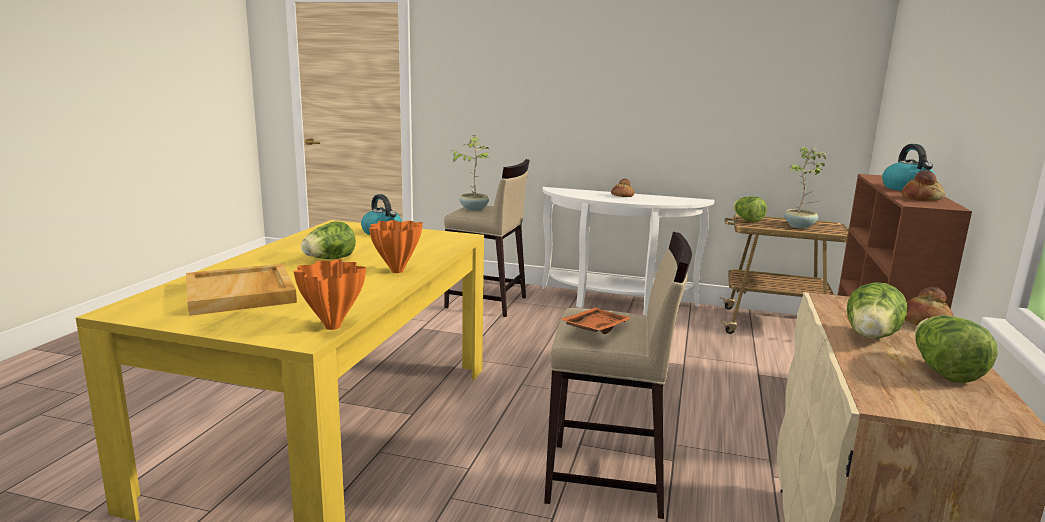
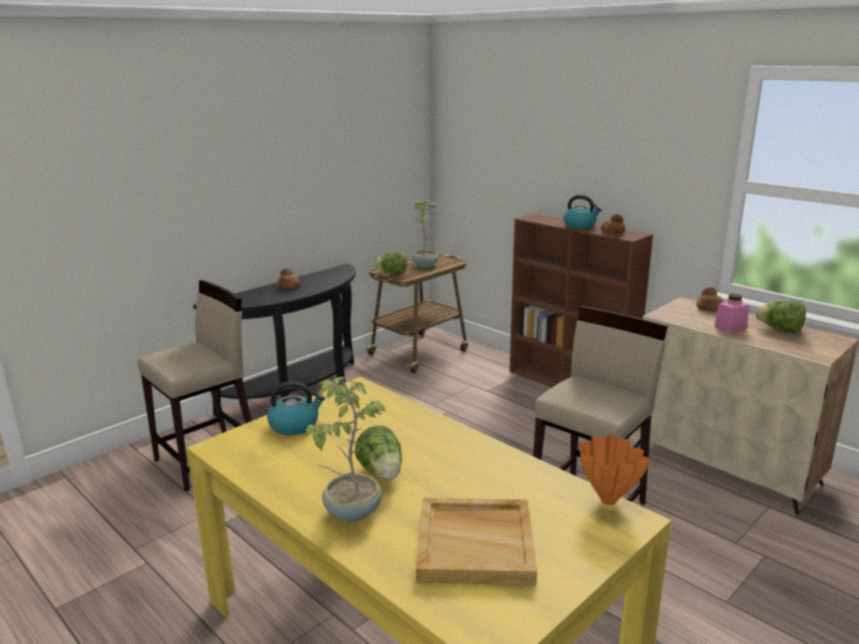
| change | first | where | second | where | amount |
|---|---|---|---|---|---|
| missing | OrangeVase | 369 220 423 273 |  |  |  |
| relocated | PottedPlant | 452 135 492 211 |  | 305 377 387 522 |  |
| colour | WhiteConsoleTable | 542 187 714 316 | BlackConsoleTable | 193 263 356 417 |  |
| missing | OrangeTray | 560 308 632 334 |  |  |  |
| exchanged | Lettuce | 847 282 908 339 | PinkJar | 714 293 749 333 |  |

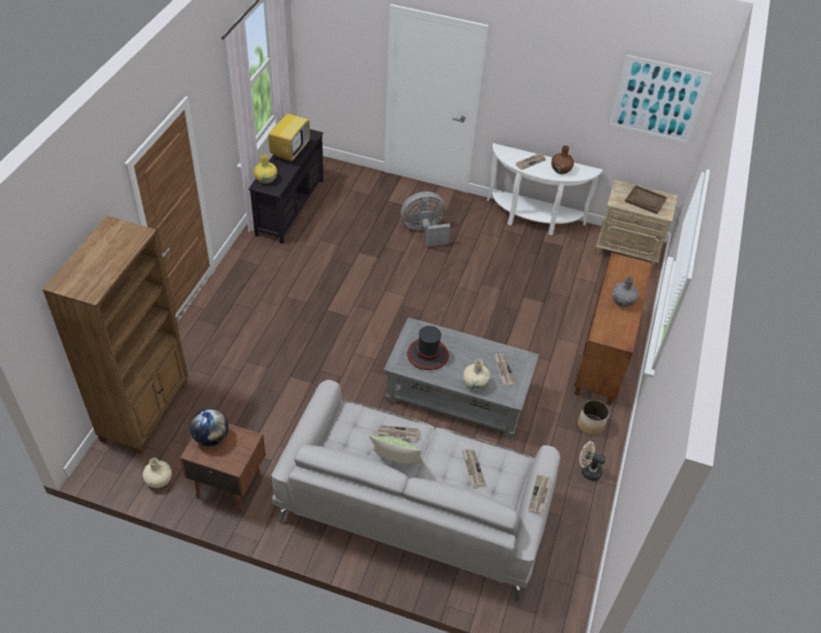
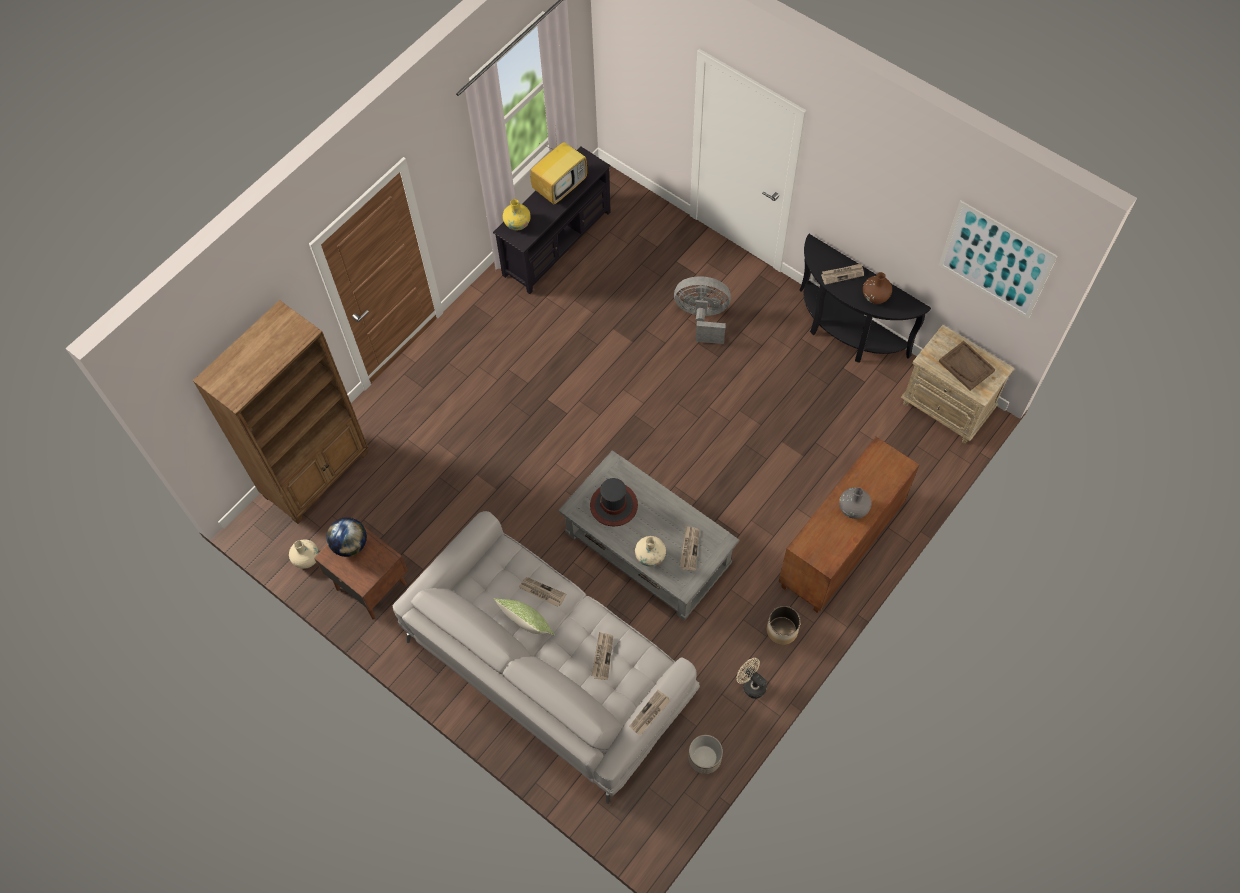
| change | first | where | second | where | amount |
|---|---|---|---|---|---|
| colour | WhiteConsoleTable | 487 143 603 235 | BlackConsoleTable | 799 234 931 363 |  |
| appeared |  |  | Planter | 688 735 723 774 |  |

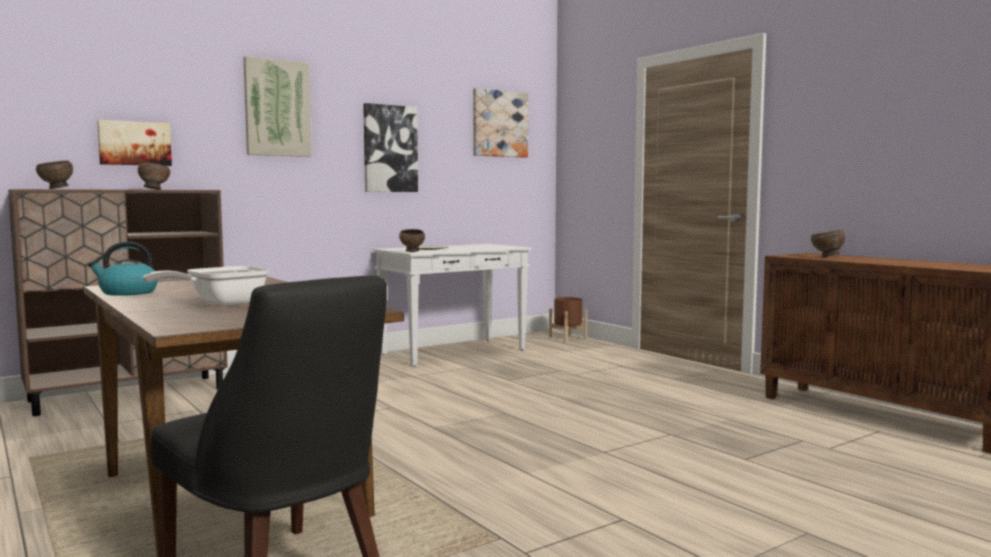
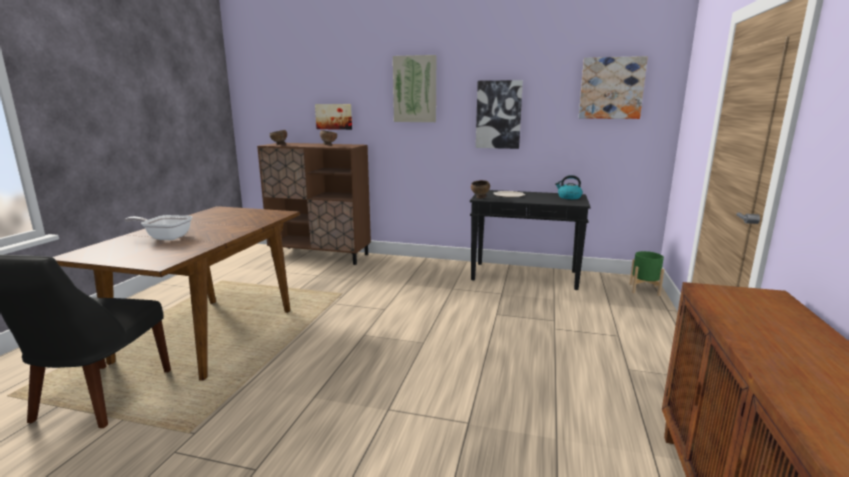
| change | first | where | second | where | amount |
|---|---|---|---|---|---|
| relocated | Kettle | 88 241 158 296 |  | 555 175 583 199 |  |
| colour | WhiteConsoleTable | 373 244 531 366 | BlackConsoleTable | 470 190 591 290 |  |
| colour | BrownPlanter | 549 297 587 342 | GreenPlanter | 630 251 664 296 |  |
| missing | BrownBowl | 811 230 845 258 |  |  |  |

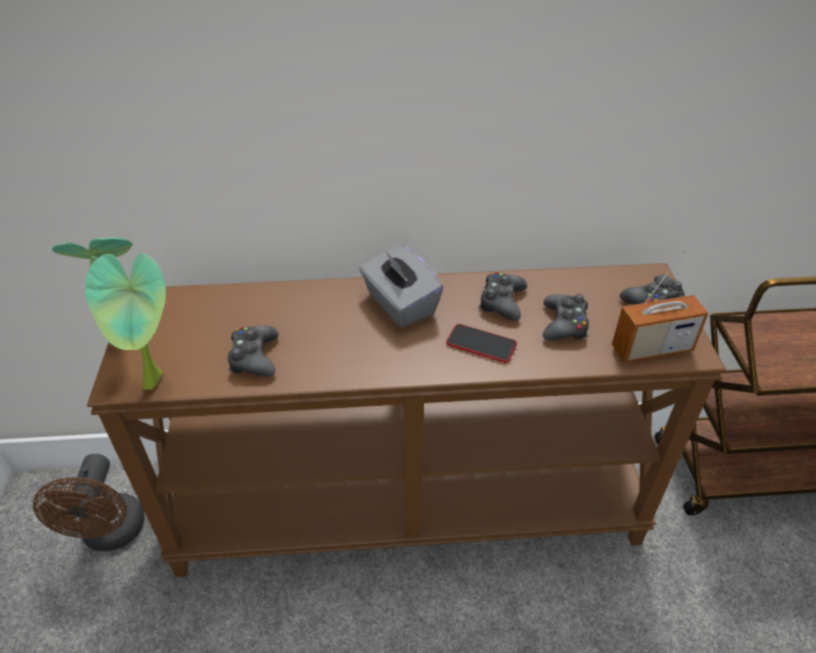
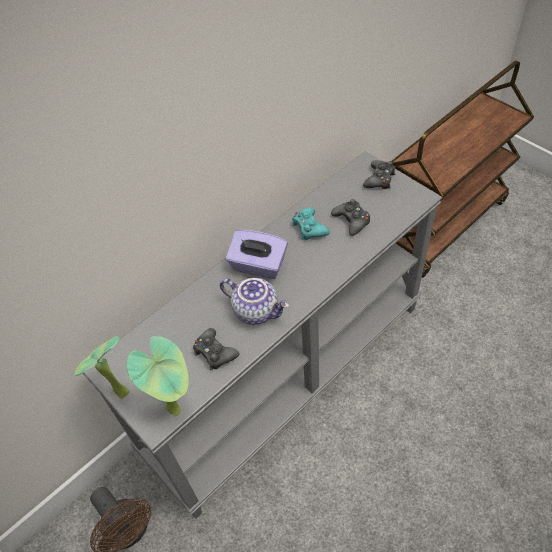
| change | first | where | second | where | amount |
|---|---|---|---|---|---|
| colour | BrownConsoleTable | 87 263 726 577 | GreyConsoleTable | 83 151 442 519 |  |
| colour | GreyTissueBox | 360 244 443 327 | PurpleTissueBox | 226 230 288 279 |  |
| missing | Phone | 446 324 517 363 |  |  |  |
| colour | BlackGameController | 479 272 527 321 | TurquoiseGameController | 292 207 330 240 |  |
| missing | Radio | 612 248 708 363 |  |  |  |
| appeared |  |  | Teapot | 220 278 289 325 |  |

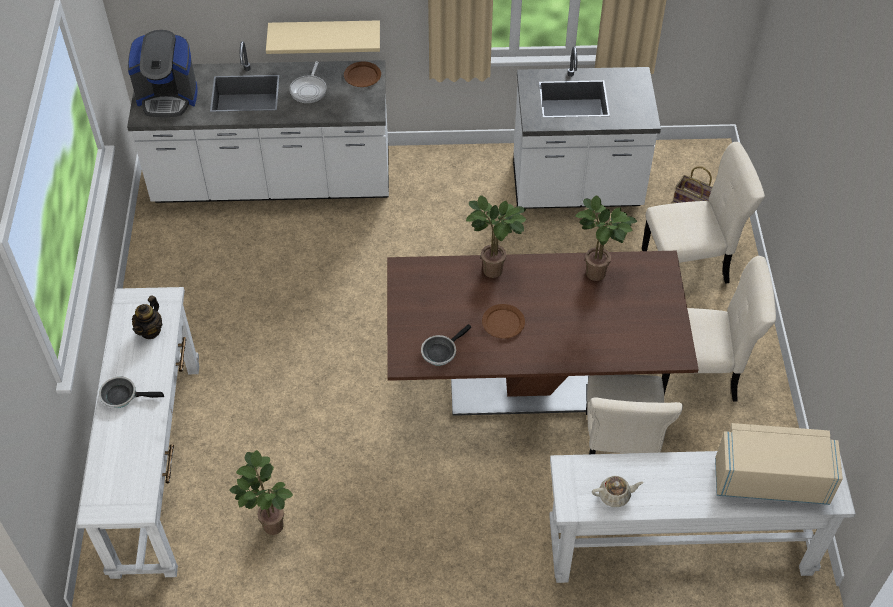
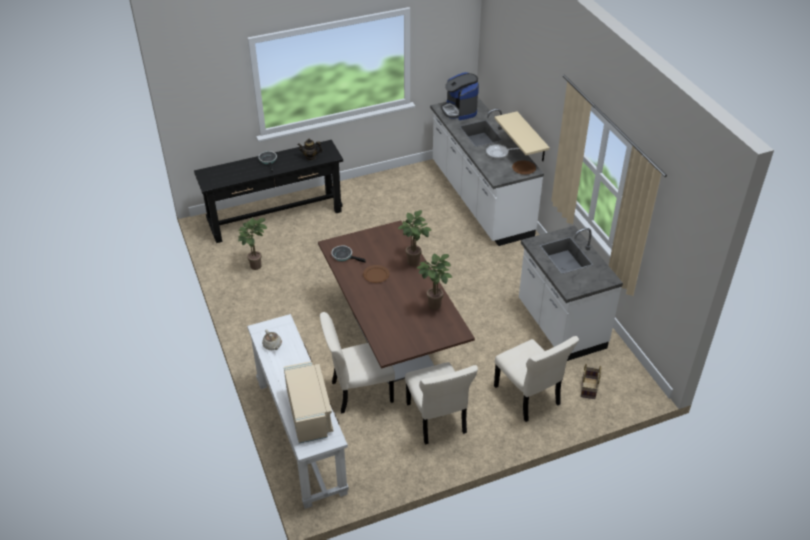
| change | first | where | second | where | amount |
|---|---|---|---|---|---|
| colour | WhiteConsoleTable | 77 287 199 579 | BlackConsoleTable | 194 140 343 243 |  |

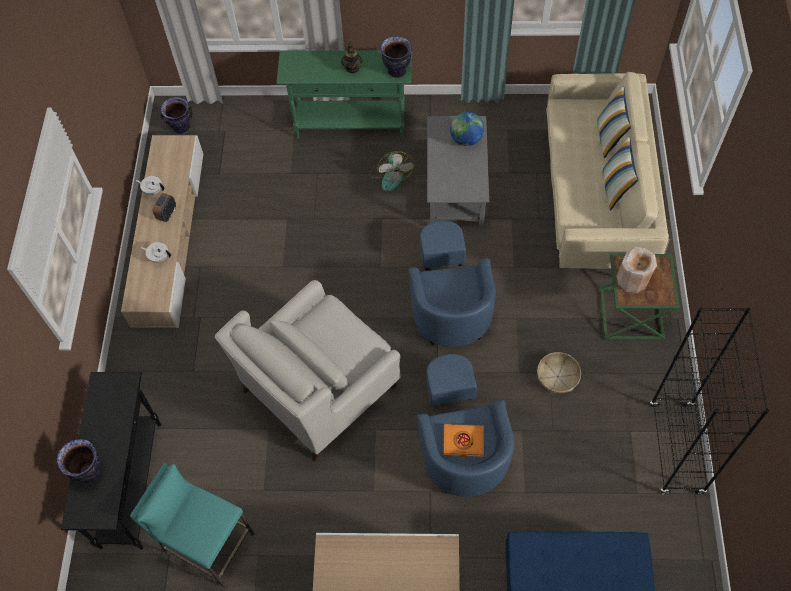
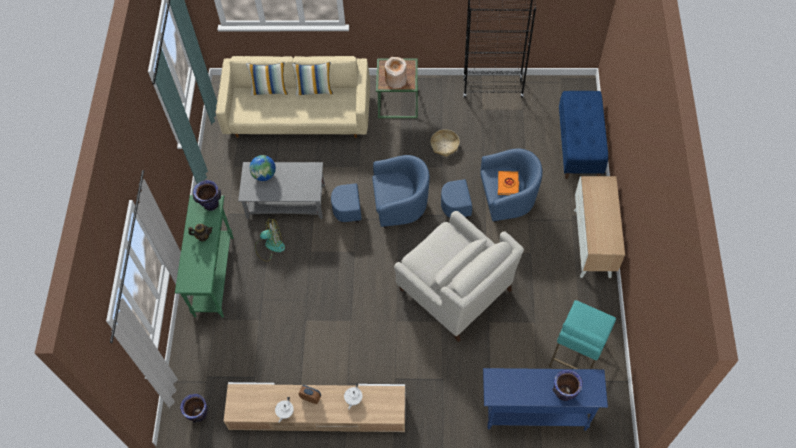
| change | first | where | second | where | amount |
|---|---|---|---|---|---|
| colour | BlackConsoleTable | 61 372 161 550 | BlueConsoleTable | 483 368 608 431 |  |

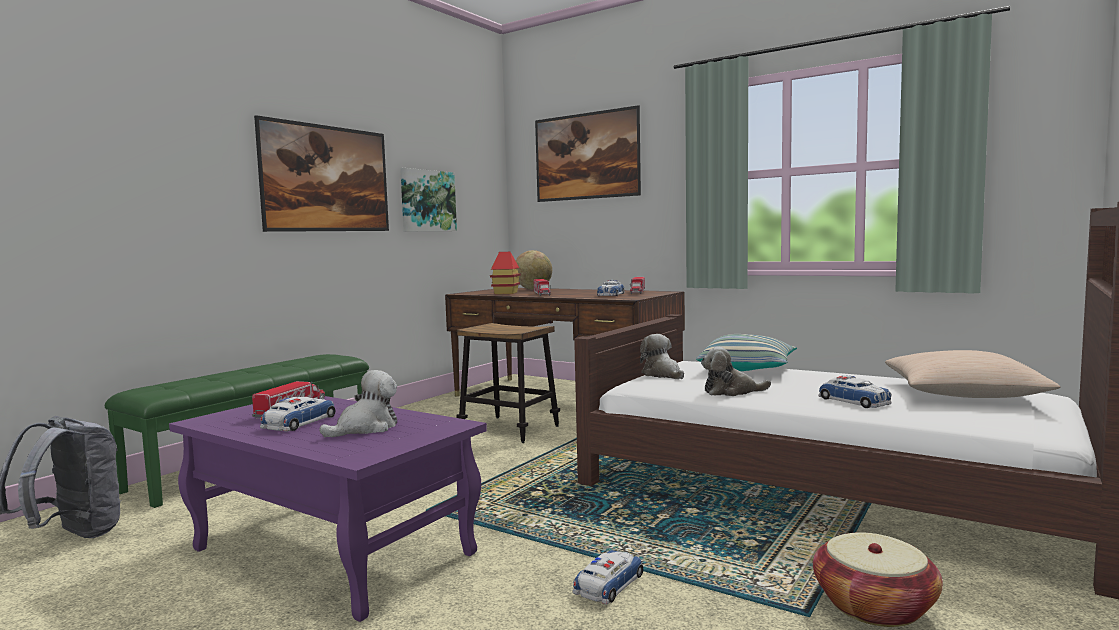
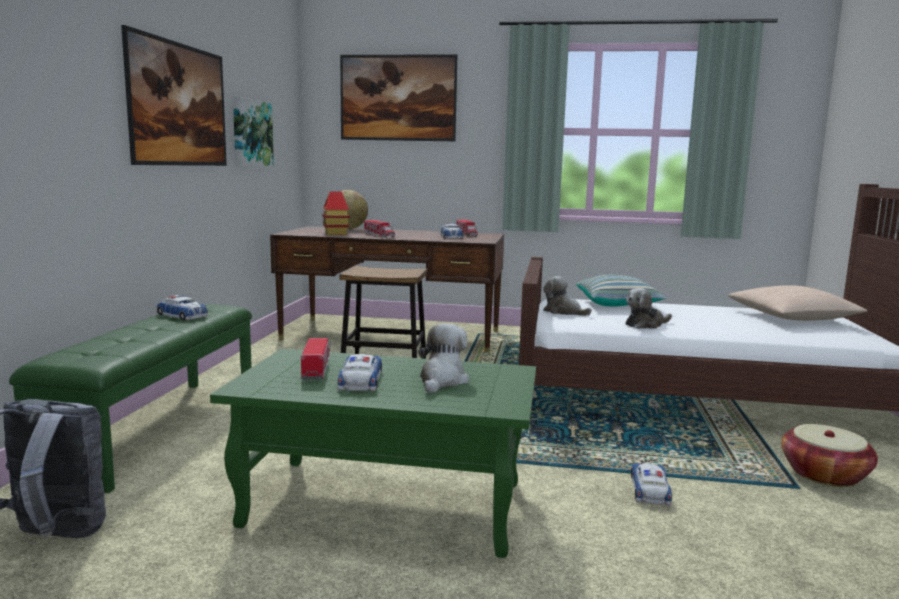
| change | first | where | second | where | amount |
|---|---|---|---|---|---|
| colour | PurpleCoffeeTable | 169 396 487 622 | GreenCoffeeTable | 210 349 536 558 |  |
| relocated | ToyCar | 818 375 892 408 |  | 156 295 208 321 |  |

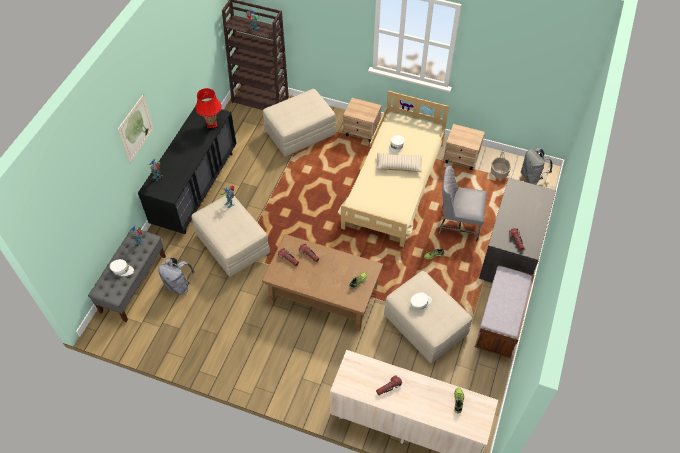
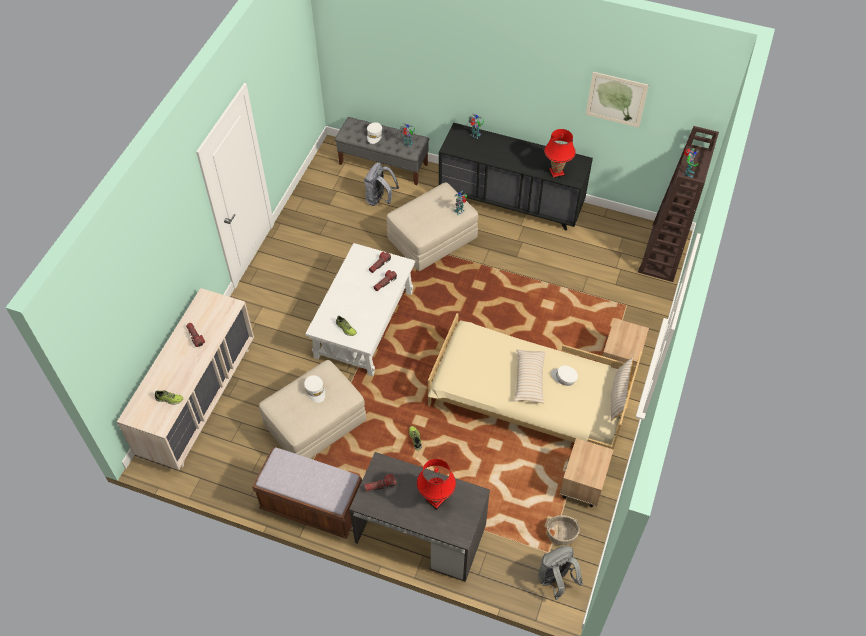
| change | first | where | second | where | amount |
|---|---|---|---|---|---|
| relocated | Picture | 118 95 154 163 |  | 586 72 649 128 |  |
| colour | BrownCoffeeTable | 262 234 383 331 | WhiteCoffeeTable | 305 243 415 376 |  |
| missing | BeigeOttoman | 263 89 336 157 |  |  |  |
| missing | GreyChair | 438 166 487 241 |  |  |  |
| appeared |  |  | RedTableLamp | 417 459 456 510 |  |
| appeared |  |  | BeigePillow | 611 357 634 421 |  |

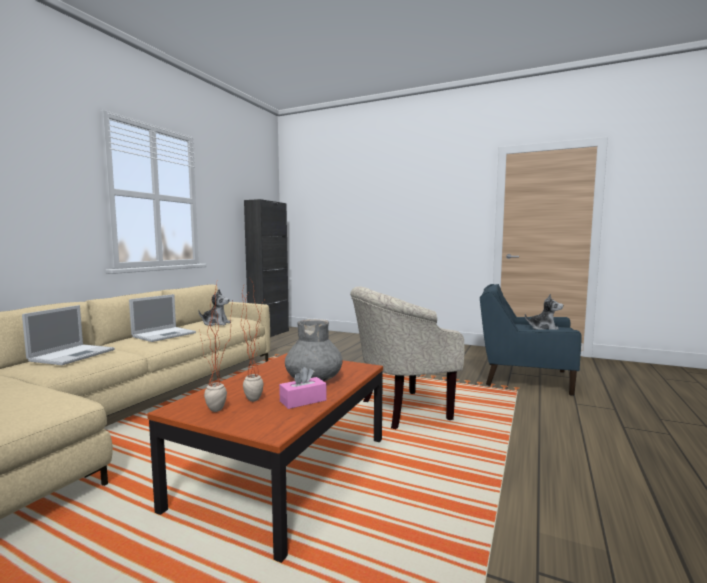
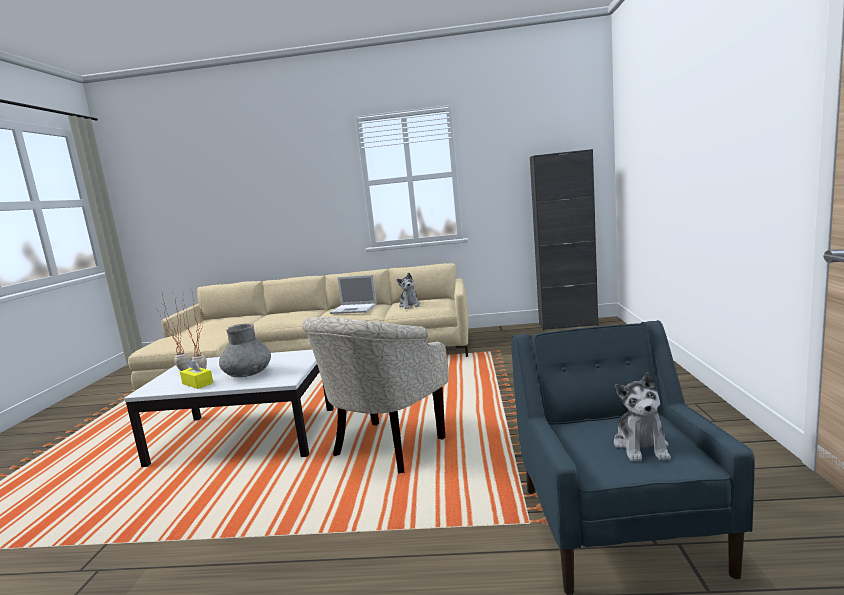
| change | first | where | second | where | amount |
|---|---|---|---|---|---|
| missing | Laptop | 22 305 115 365 |  |  |  |
| colour | BrownCoffeeTable | 147 353 383 563 | WhiteCoffeeTable | 124 350 334 467 |  |
| colour | PinkTissueBox | 279 367 327 409 | YellowTissueBox | 180 359 213 389 |  |
| spun | BeigeArmchair | 350 287 464 429 |  | 302 317 449 474 | 105 degrees counterclockwise |

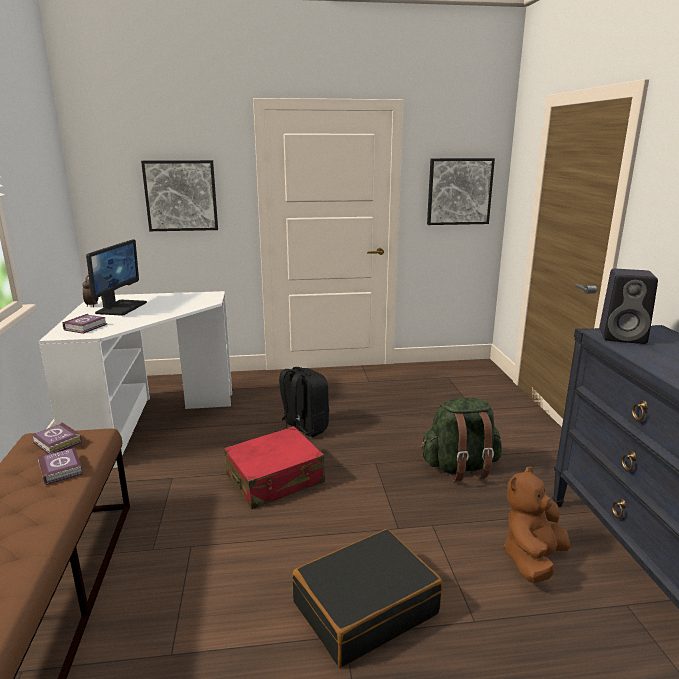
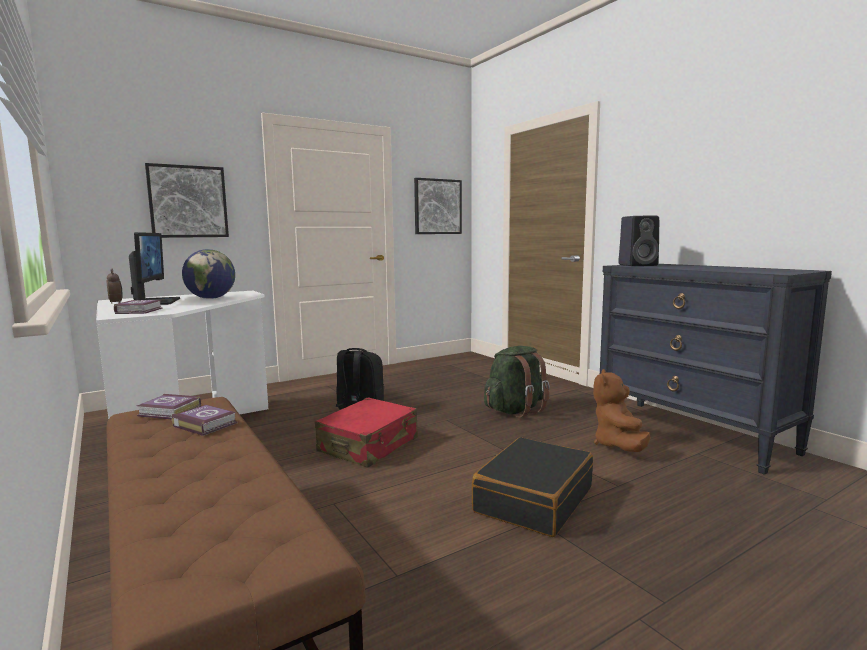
| change | first | where | second | where | amount |
|---|---|---|---|---|---|
| appeared |  |  | Globe | 182 249 235 299 |  |

